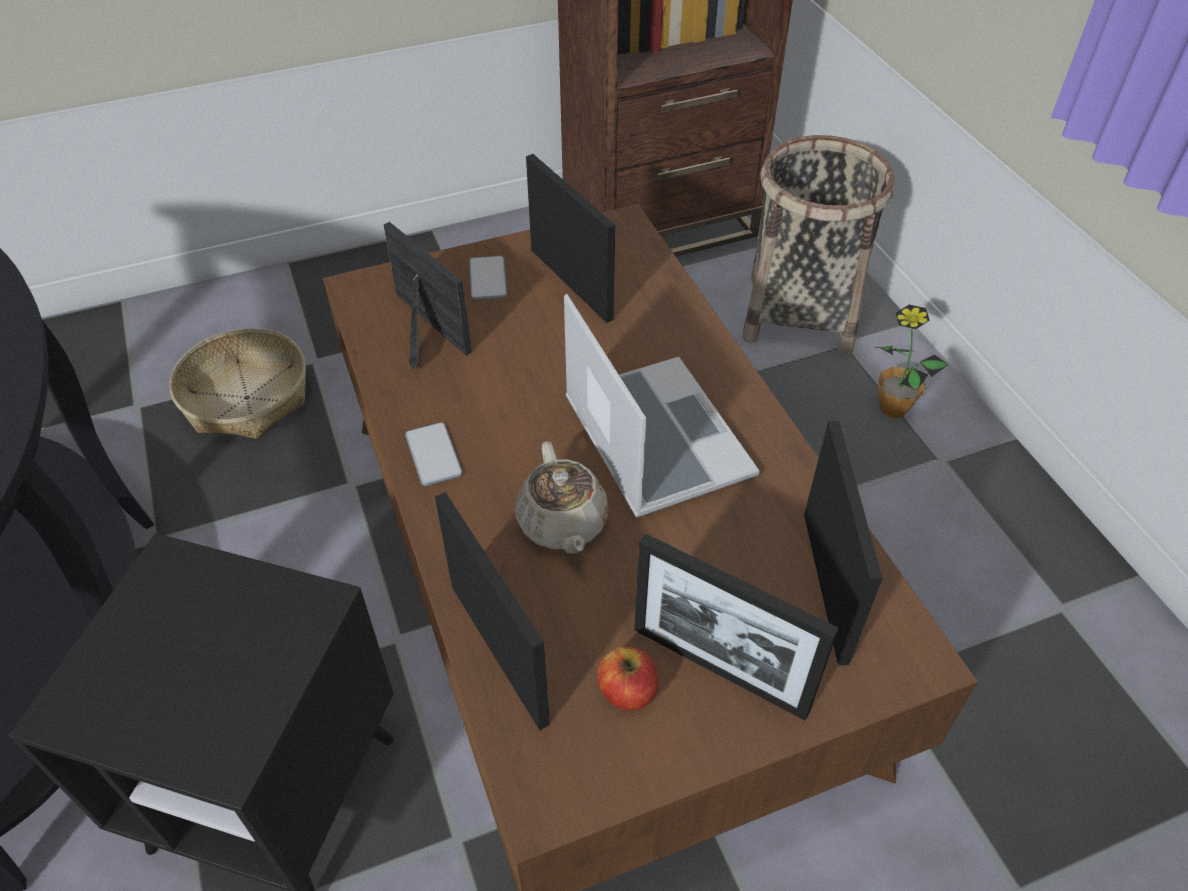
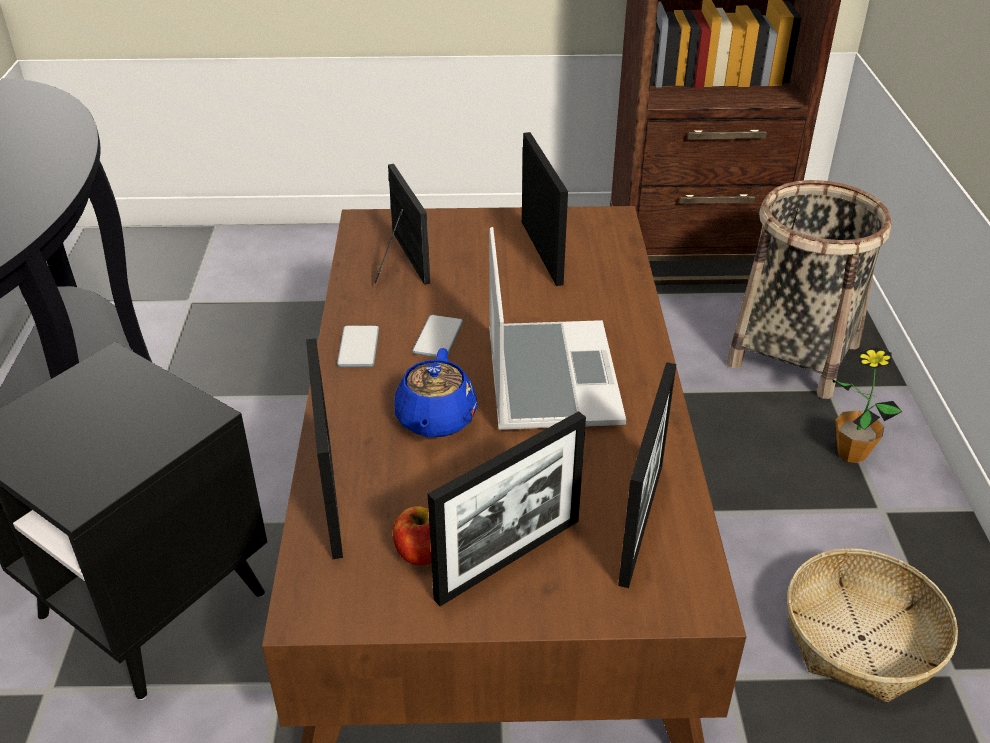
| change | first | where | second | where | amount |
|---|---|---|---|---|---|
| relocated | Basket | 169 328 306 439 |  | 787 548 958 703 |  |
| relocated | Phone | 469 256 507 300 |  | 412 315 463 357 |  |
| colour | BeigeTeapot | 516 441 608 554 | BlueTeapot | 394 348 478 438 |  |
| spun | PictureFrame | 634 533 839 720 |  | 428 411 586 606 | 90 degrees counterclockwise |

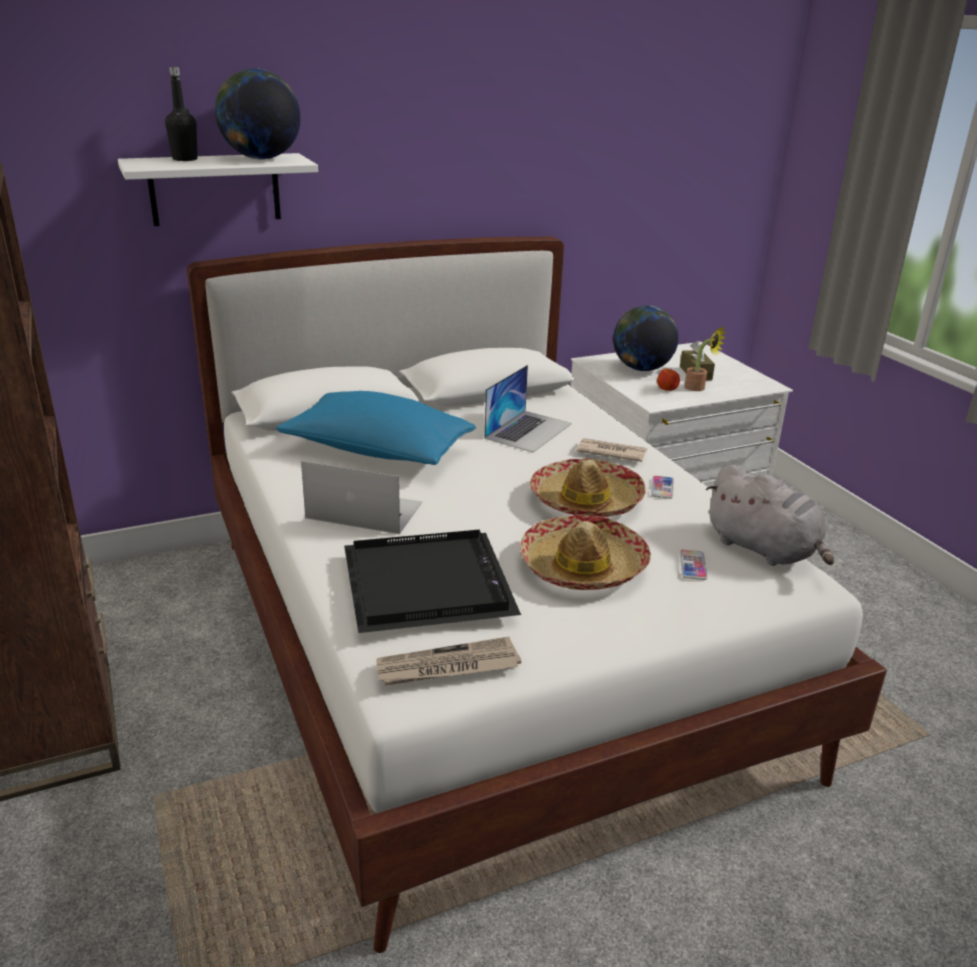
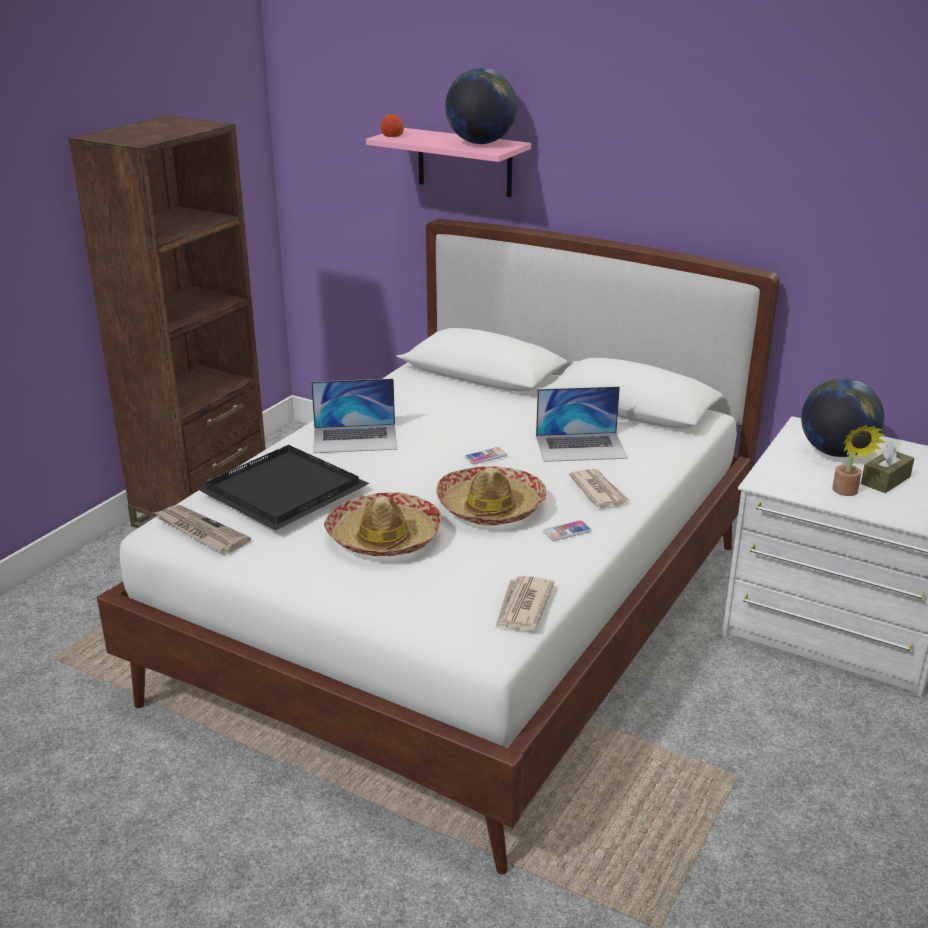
| change | first | where | second | where | amount |
|---|---|---|---|---|---|
| colour | WhiteShelf | 118 153 318 226 | PinkShelf | 366 128 531 197 |  |
| missing | BlackBottle | 165 67 197 161 |  |  |  |
| missing | BluePillow | 276 391 476 465 |  |  |  |
| spun | Laptop | 301 461 422 534 |  | 311 378 397 453 | 105 degrees clockwise |
| relocated | Apple | 657 369 680 391 |  | 381 112 404 137 |  |
| relocated | Phone | 679 550 708 580 |  | 465 447 507 464 |  |
| exchanged | GreyPlushToy | 706 465 834 566 | Newspaper | 495 576 554 630 |  |

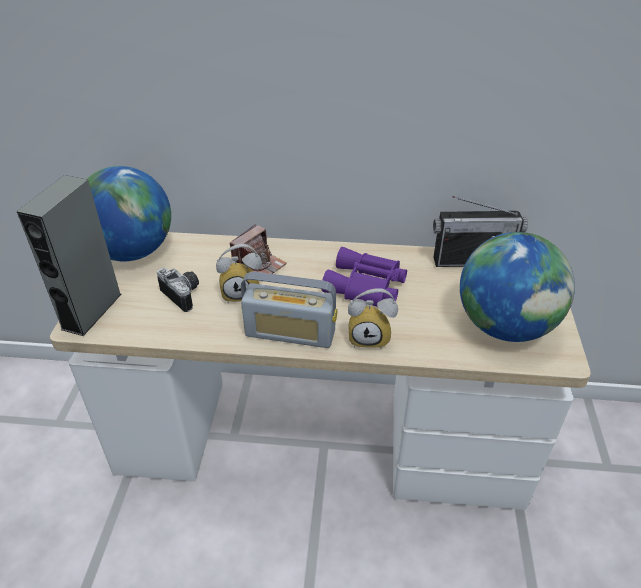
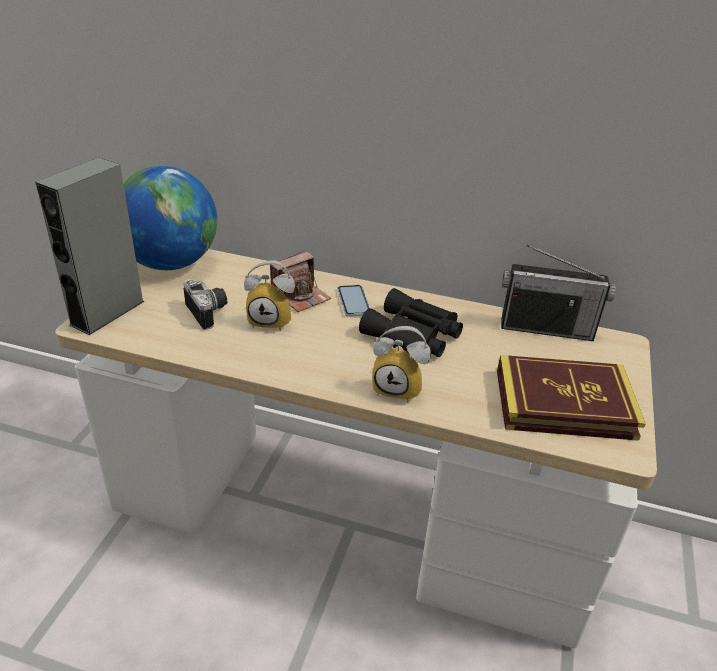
| change | first | where | second | where | amount |
|---|---|---|---|---|---|
| missing | Radio | 241 272 337 348 |  |  |  |
| colour | PurpleBinoculars | 321 247 407 307 | BlackBinoculars | 359 288 463 357 |  |
| exchanged | Globe | 460 232 575 342 | Book | 497 355 645 441 |  |
| appeared |  |  | Phone | 337 285 370 317 |  |

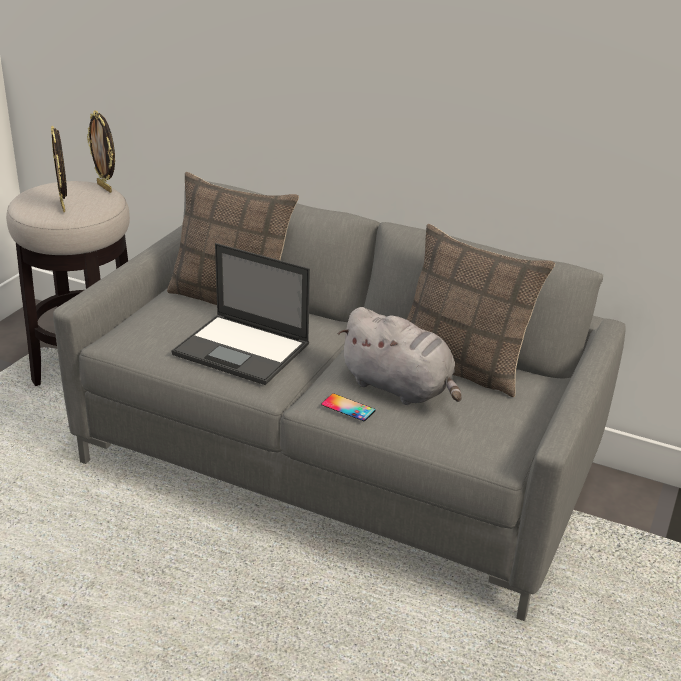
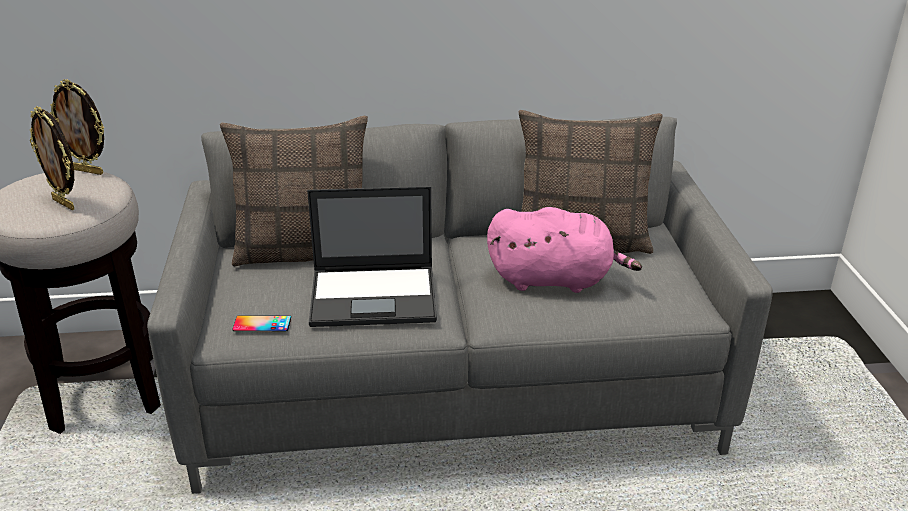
| change | first | where | second | where | amount |
|---|---|---|---|---|---|
| relocated | Phone | 321 393 376 421 |  | 233 315 291 331 |  |
| colour | GreyPlushToy | 338 307 461 405 | PinkPlushToy | 487 207 642 293 |  |

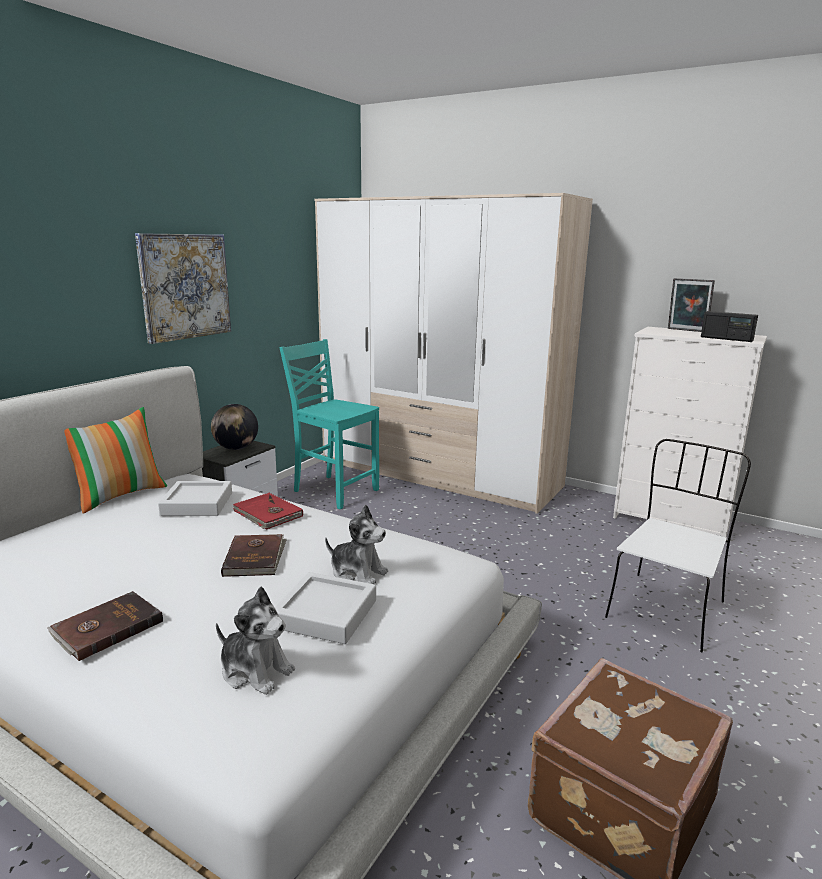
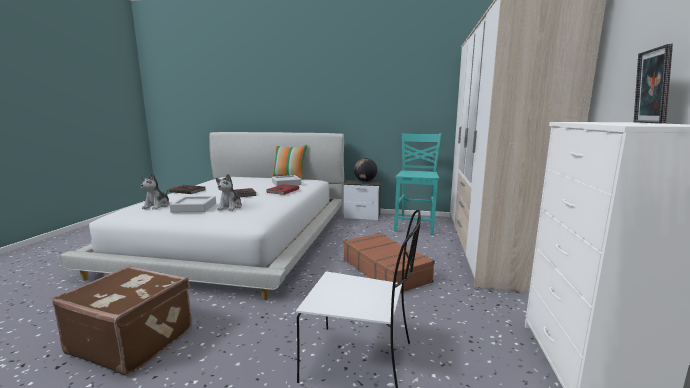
| change | first | where | second | where | amount |
|---|---|---|---|---|---|
| missing | Picture | 135 233 231 344 |  |  |  |
| missing | Radio | 701 311 758 342 |  |  |  |
| appeared |  |  | BrownSuitcase | 344 233 435 293 |  |

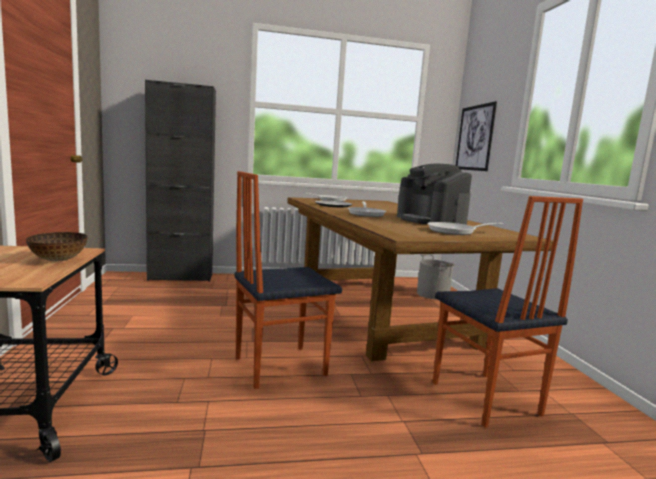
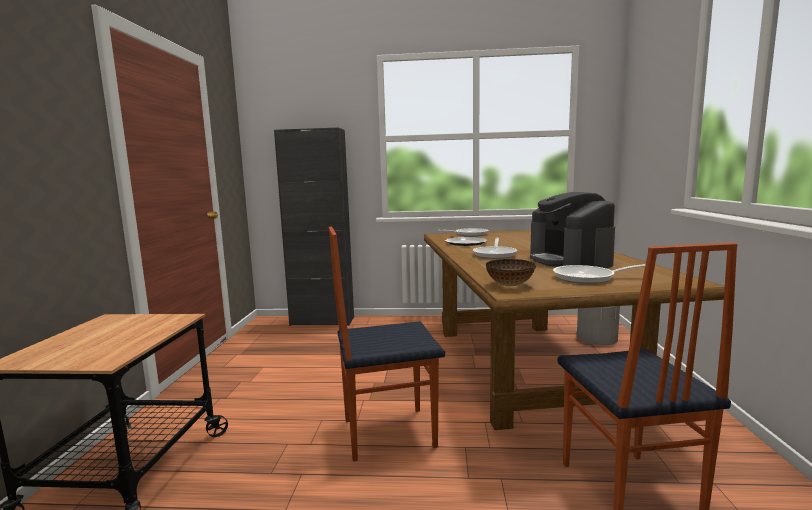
| change | first | where | second | where | amount |
|---|---|---|---|---|---|
| relocated | Bowl | 26 232 88 261 |  | 485 259 536 286 |  |
| missing | Picture | 456 101 497 171 |  |  |  |

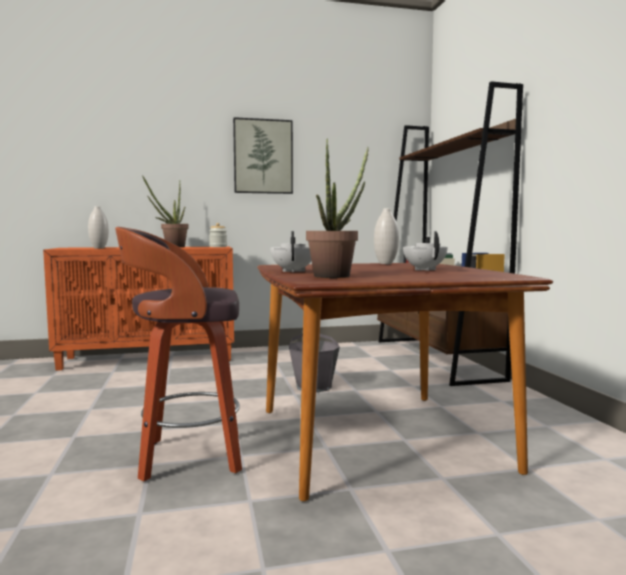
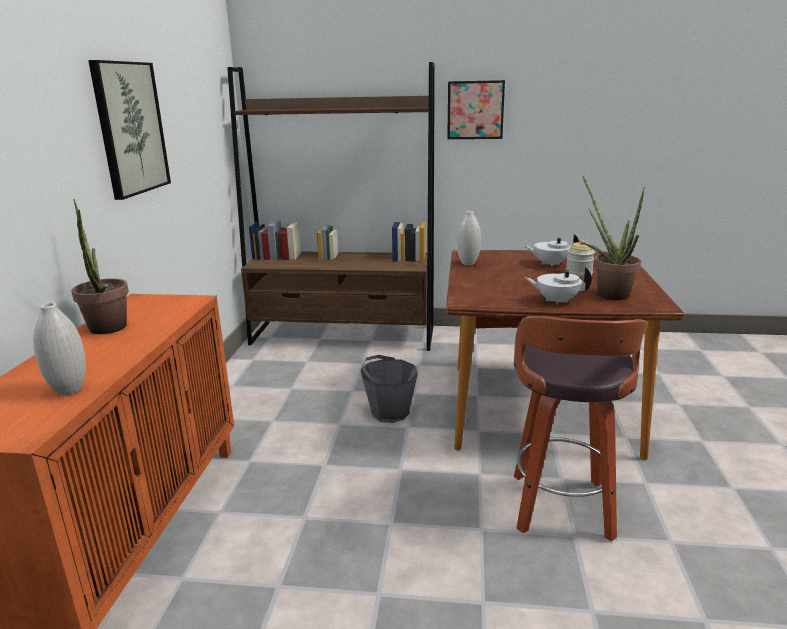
| change | first | where | second | where | amount |
|---|---|---|---|---|---|
| relocated | Jar | 209 223 227 247 |  | 566 240 595 278 |  |
| appeared |  |  | Picture | 447 80 505 139 |  |

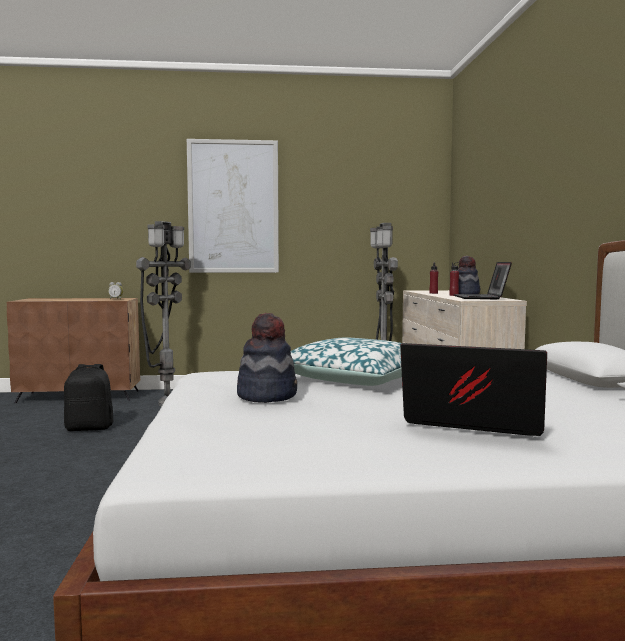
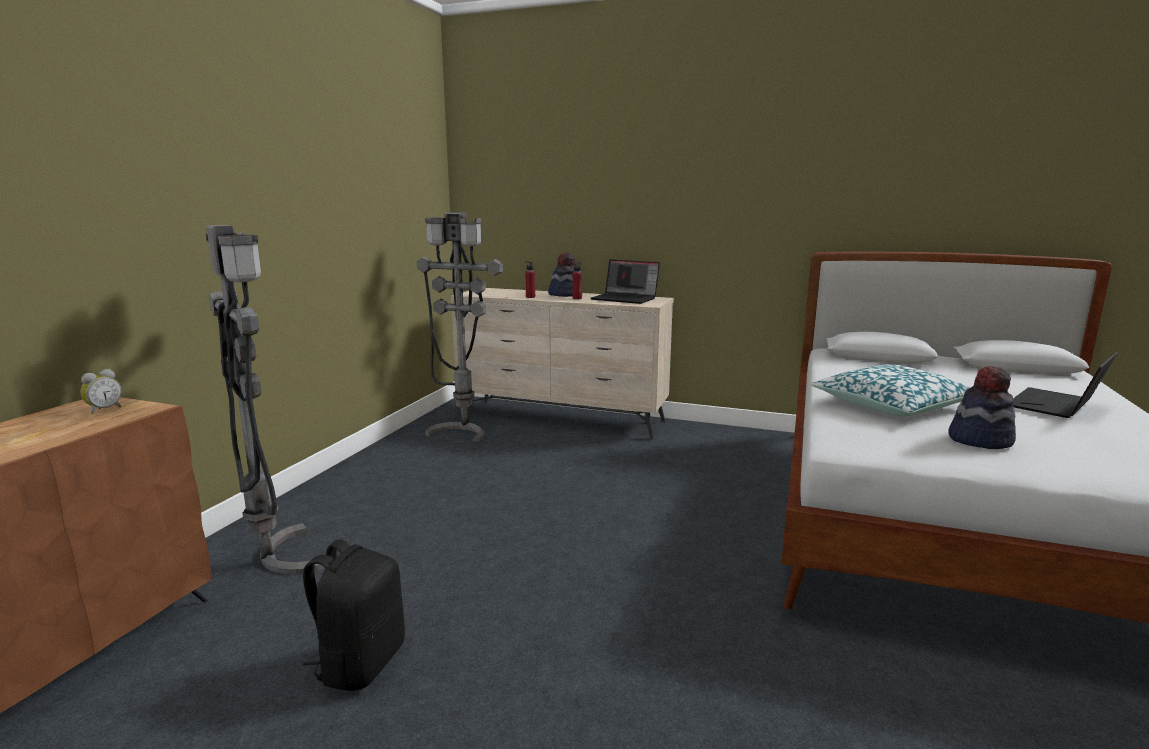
| change | first | where | second | where | amount |
|---|---|---|---|---|---|
| missing | Picture | 187 139 279 273 |  |  |  |

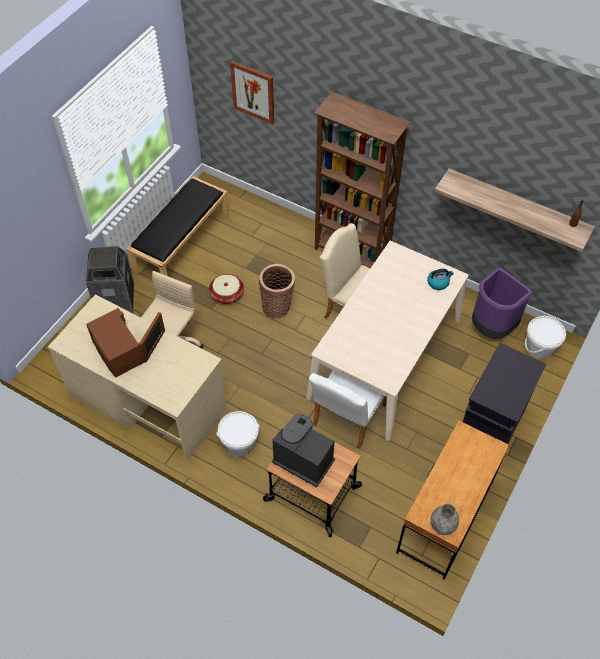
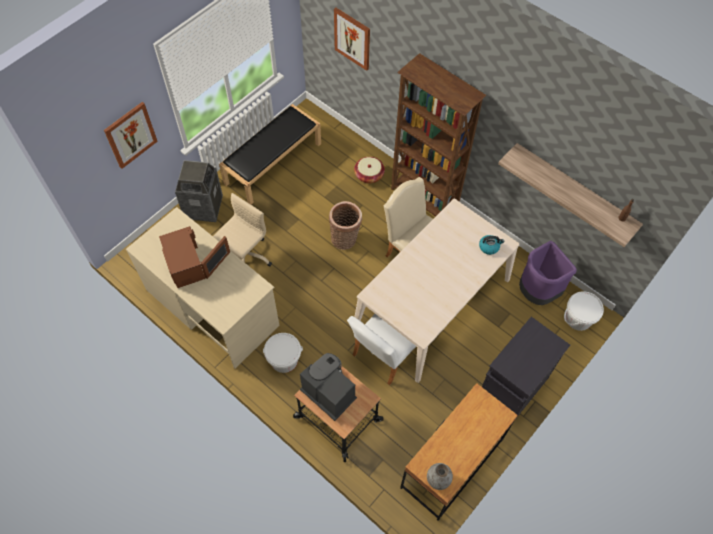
| change | first | where | second | where | amount |
|---|---|---|---|---|---|
| relocated | Basket | 209 274 244 304 |  | 354 157 385 183 |  |
| appeared |  |  | Picture | 104 102 158 169 |  |

